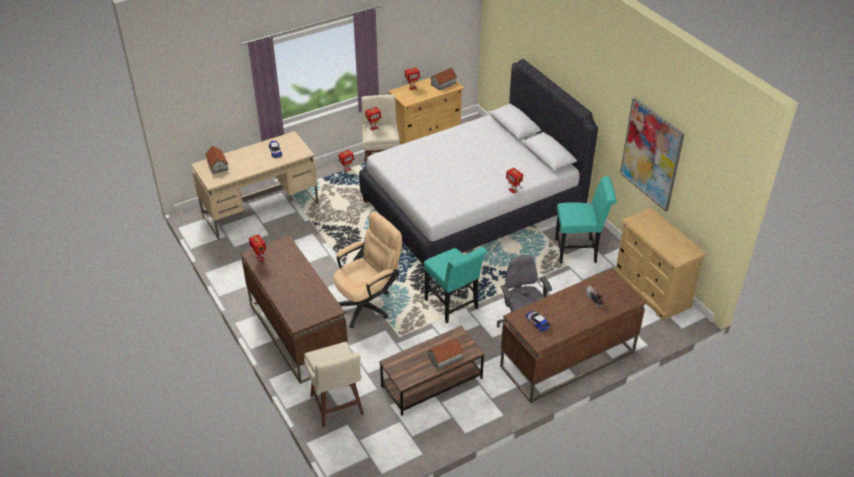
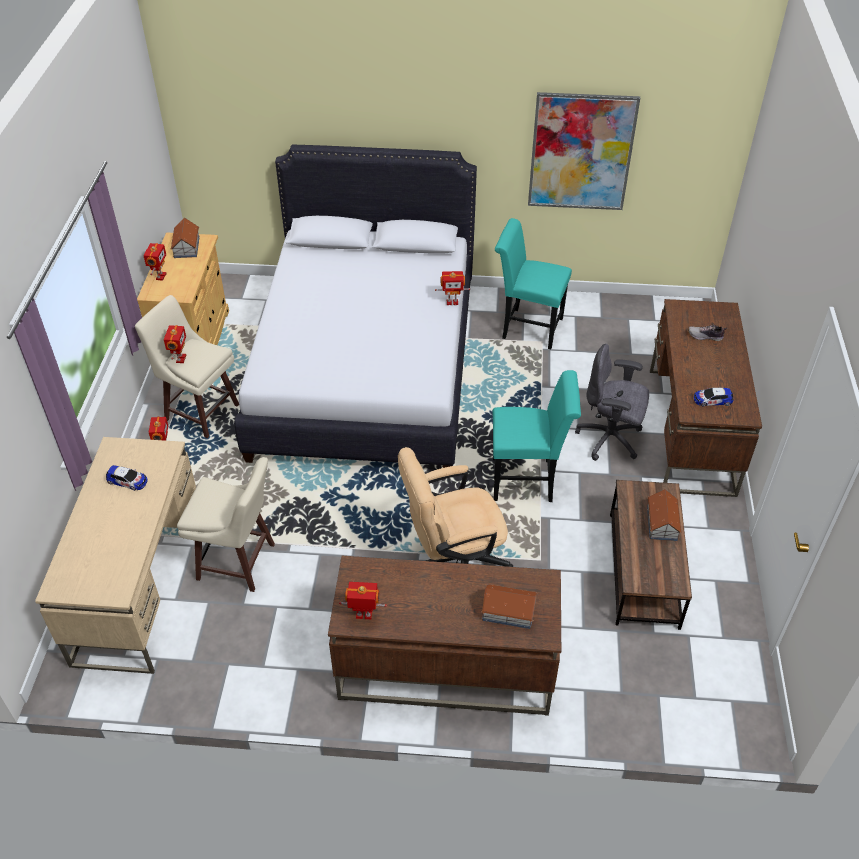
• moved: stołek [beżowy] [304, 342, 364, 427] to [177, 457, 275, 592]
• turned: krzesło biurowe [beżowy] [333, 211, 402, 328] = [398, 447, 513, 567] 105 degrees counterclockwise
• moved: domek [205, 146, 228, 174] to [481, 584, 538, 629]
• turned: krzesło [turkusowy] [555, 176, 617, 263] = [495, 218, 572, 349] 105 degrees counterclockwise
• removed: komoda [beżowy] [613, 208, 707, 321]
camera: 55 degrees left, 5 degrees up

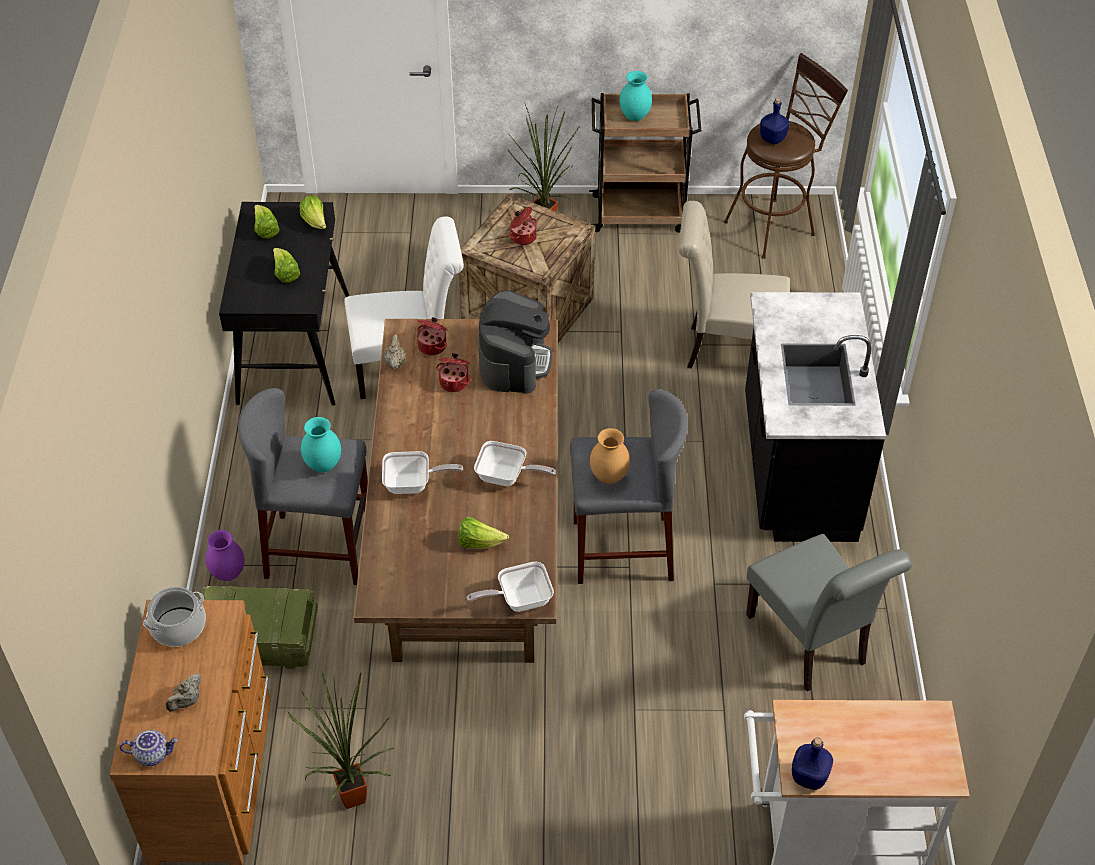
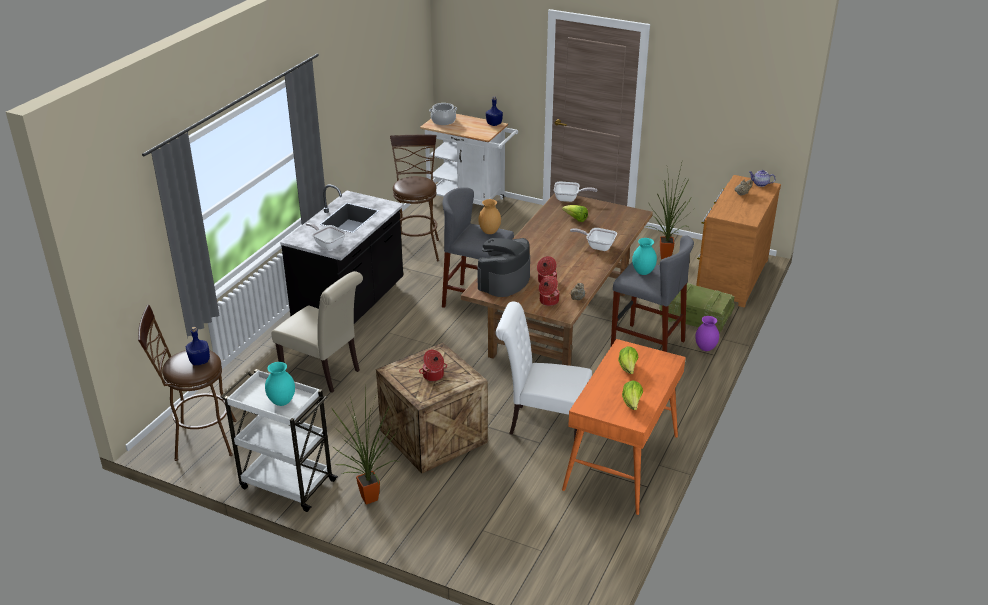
• recoloured: wózek [brązowy] [589, 93, 701, 233] to wózek [biały] [221, 369, 338, 512]
• moved: patelnia [474, 441, 556, 486] to [306, 222, 346, 250]
• replaced: krzesło [szary] [746, 534, 912, 691] to stołek [brązowy] [390, 135, 439, 262]
• moved: garnek [143, 587, 206, 647] to [429, 103, 457, 125]
• recoloured: biurko [czarny] [219, 202, 349, 406] to biurko [pomarańczowy] [562, 339, 686, 515]
• removed: sałata [299, 195, 326, 229]
camera: 155 degrees left, 15 degrees down

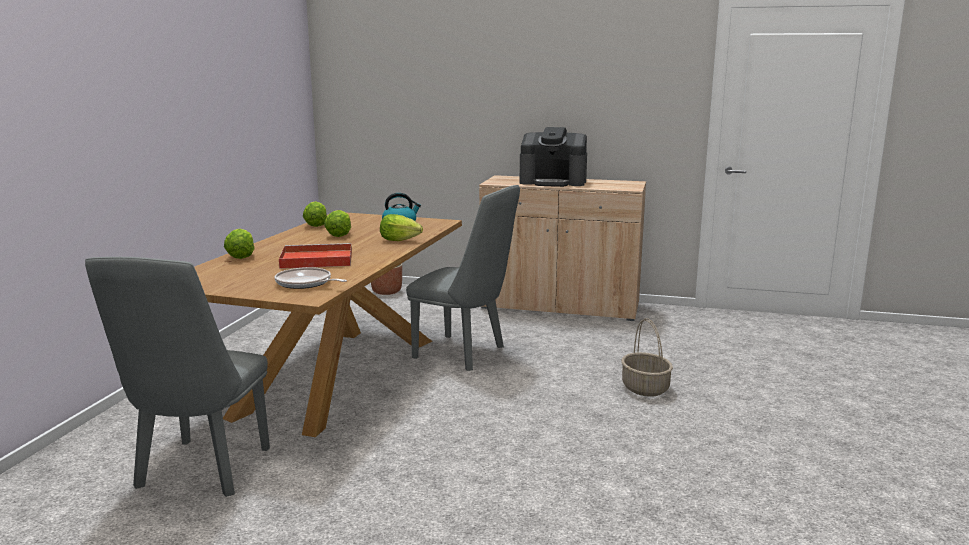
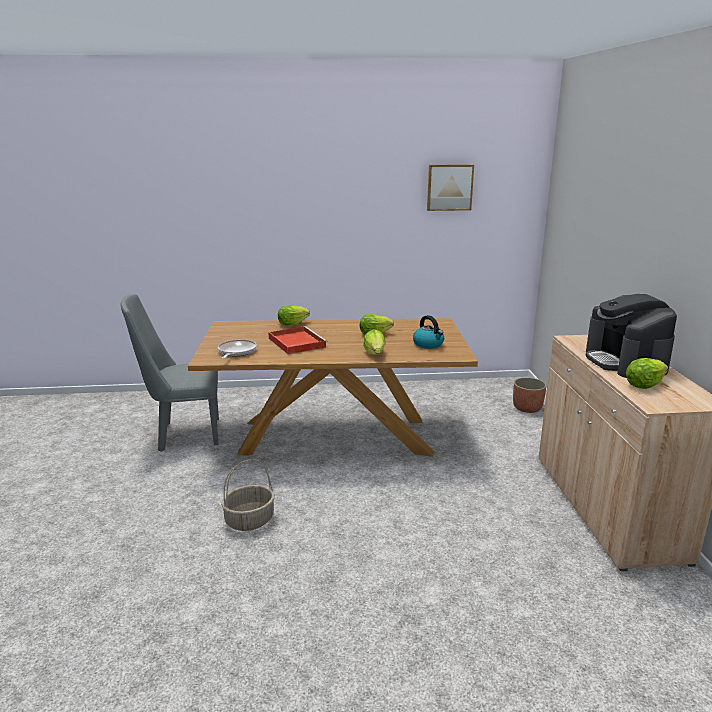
• moved: koszyk [621, 318, 673, 397] to [221, 459, 275, 531]
• added: obraz [427, 164, 474, 211]
• moved: sałata [303, 201, 327, 227] to [626, 358, 668, 389]
• removed: krzesło [szary] [406, 185, 520, 371]
camera: 70 degrees right, 5 degrees up

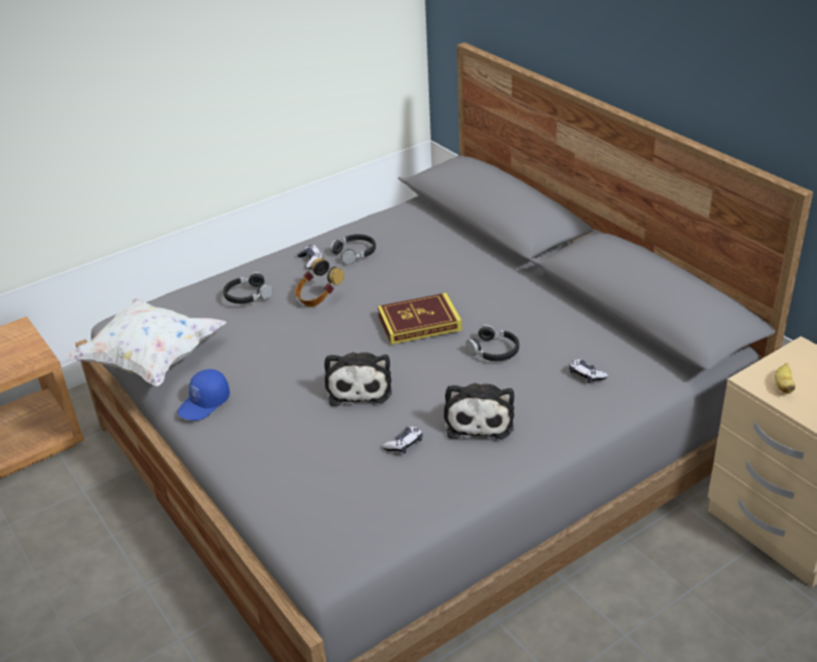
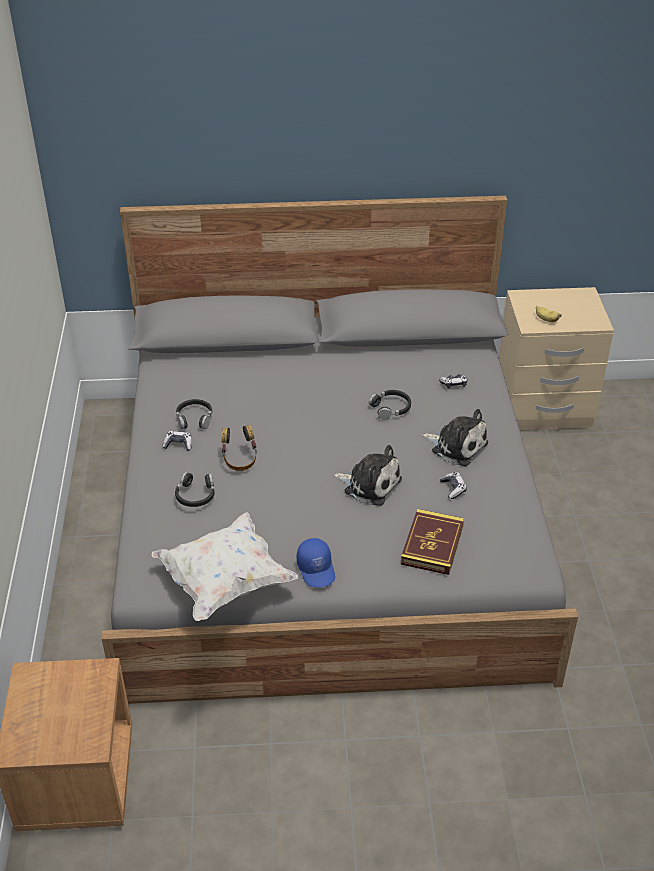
• moved: książka [378, 293, 462, 345] to [401, 509, 464, 575]
camera: 60 degrees left, 5 degrees up

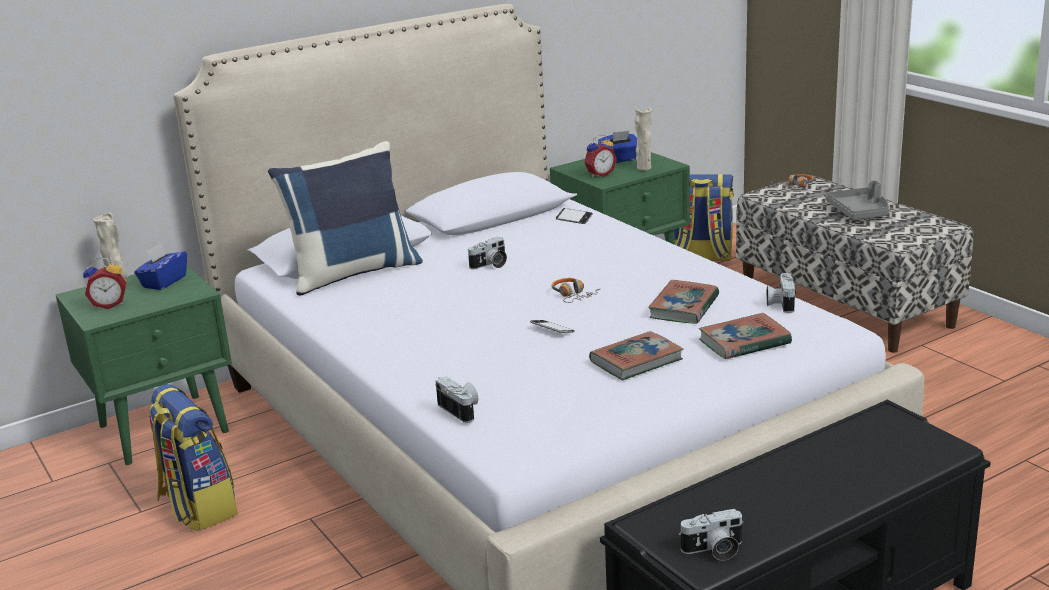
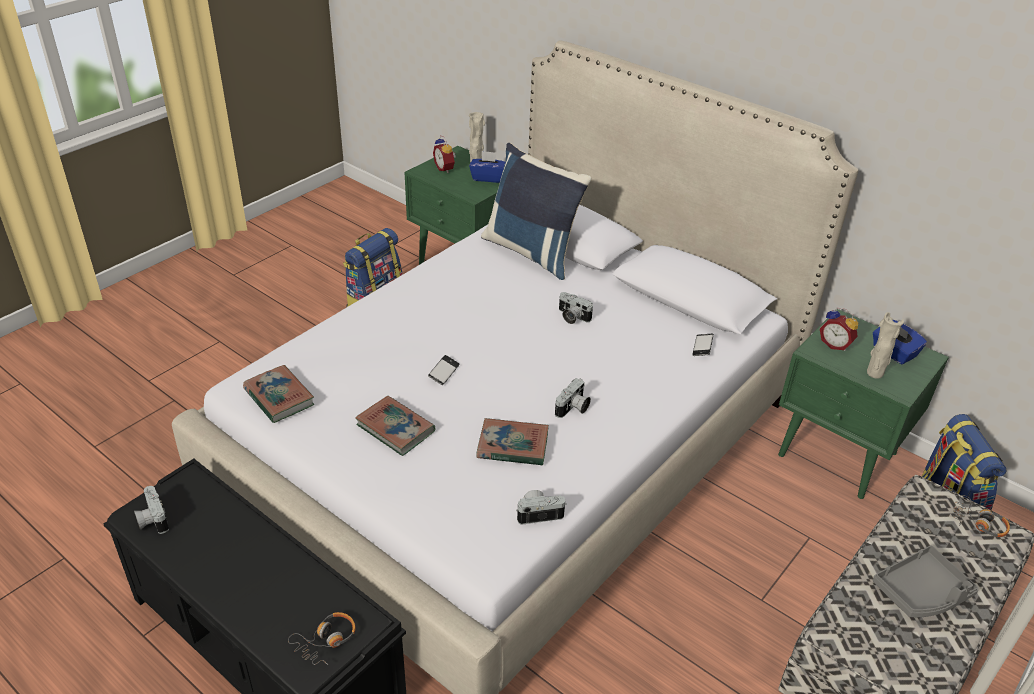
• moved: książka [699, 313, 792, 359] to [243, 365, 314, 423]
• moved: słuchawki [552, 278, 600, 303] to [288, 612, 356, 665]
• moved: aparat fotograficzny [436, 376, 478, 423] to [555, 378, 591, 418]
camera: 70 degrees right, 15 degrees up

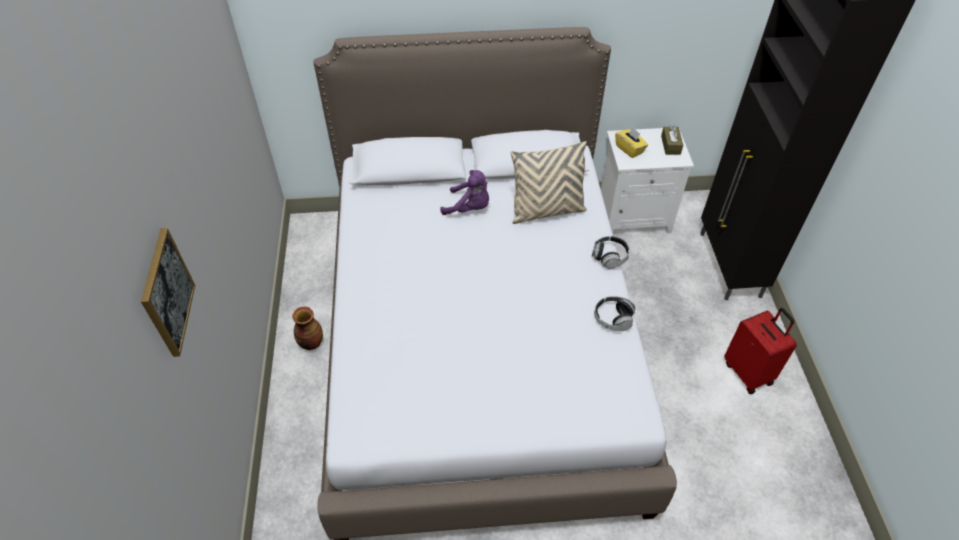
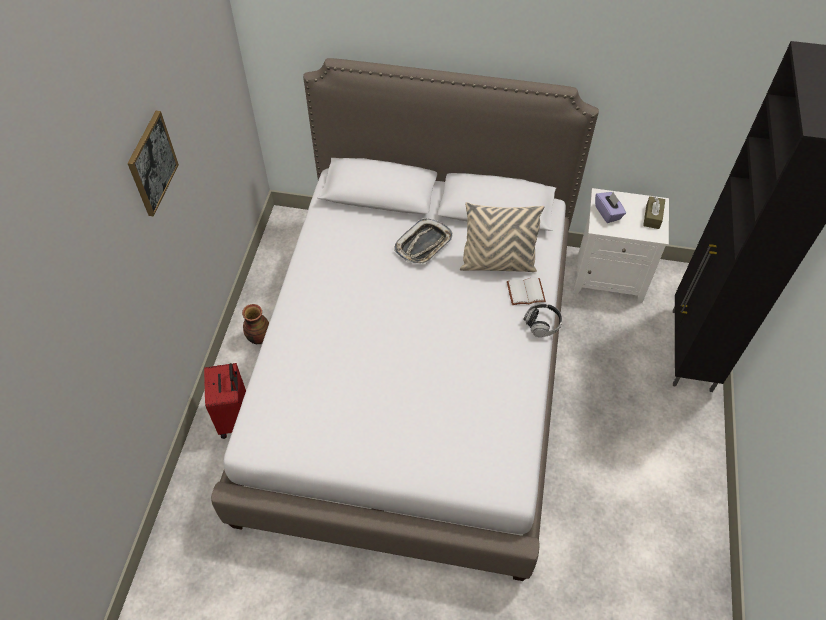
• moved: obraz [141, 228, 195, 357] to [127, 111, 179, 216]
• moved: walizka [czerwony] [724, 308, 797, 394] to [204, 363, 246, 439]
• replaced: pluszak [fioletowy] [440, 170, 489, 215] to taca [394, 219, 452, 264]
• added: książka [biały] [507, 277, 546, 305]
• recoloured: pudełko chusteczek [żółty] [615, 127, 648, 158] to pudełko chusteczek [fioletowy] [595, 192, 626, 223]
• removed: słuchawki [594, 296, 635, 331]
camera: 15 degrees right, 5 degrees up

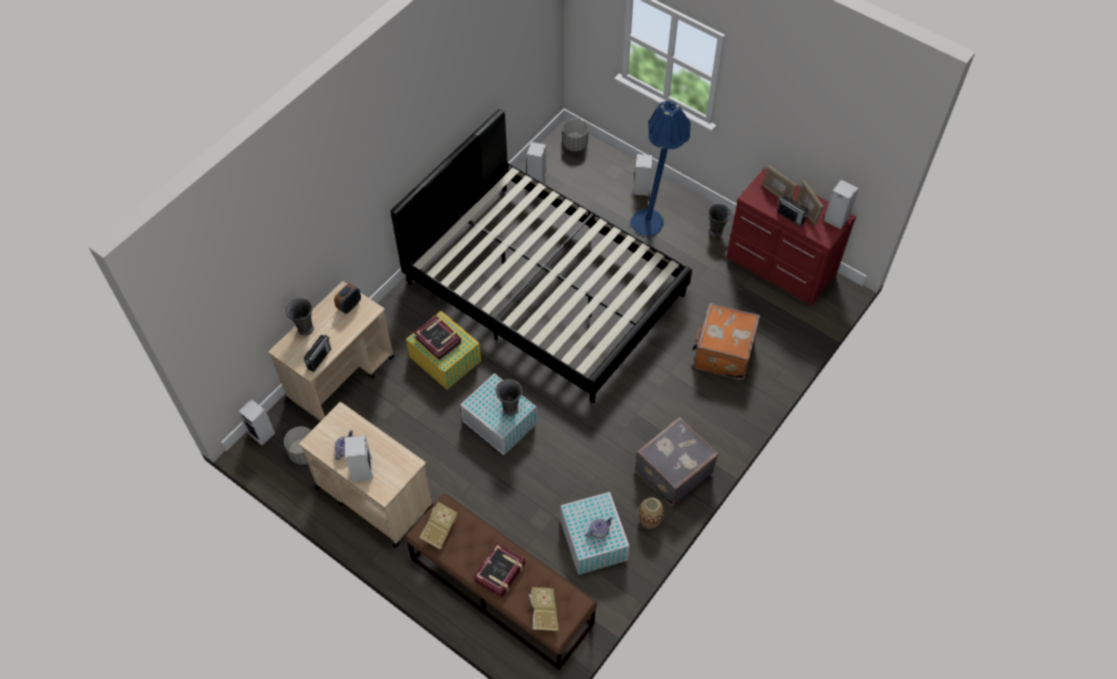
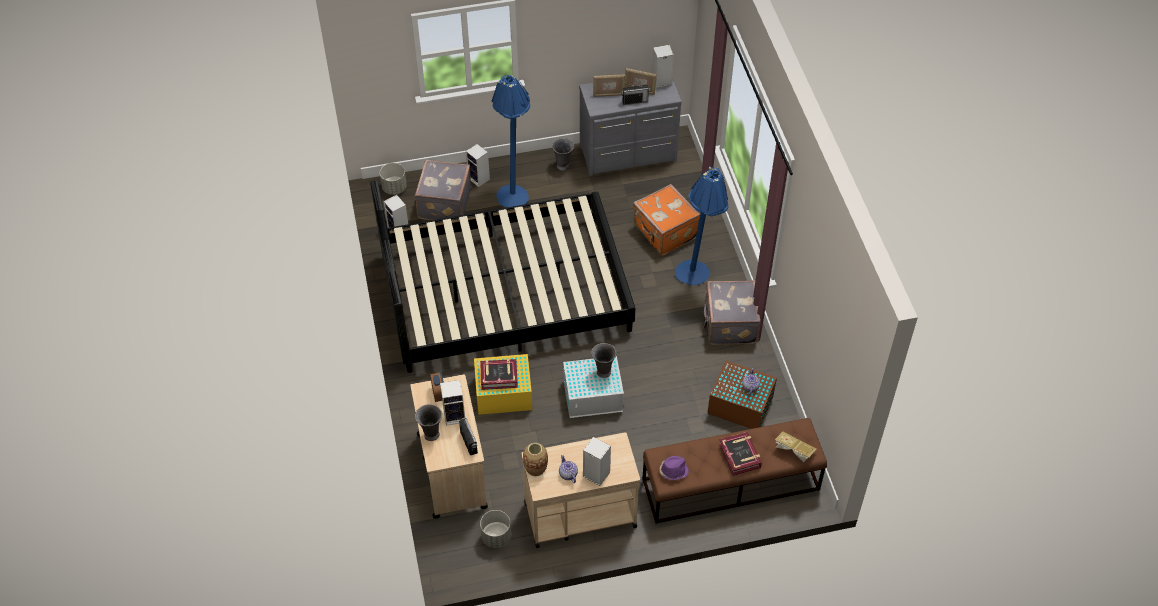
• added: walizka [szary] [415, 160, 471, 220]
• moved: głośnik [238, 399, 275, 445] to [440, 380, 465, 426]
• moved: wazon [639, 497, 664, 529] to [523, 443, 548, 477]
• recoloured: komoda [czerwony] [726, 168, 856, 306] to komoda [szary] [579, 78, 682, 176]
• replaced: książka [419, 502, 458, 550] to kapelusz [fioletowy] [660, 456, 689, 480]
• added: lampa stojąca [niebieski] [675, 167, 728, 285]
• recoloured: pojemnik do przechowywania [biały] [560, 492, 630, 575] to pojemnik do przechowywania [brązowy] [707, 360, 777, 429]
camera: 50 degrees left, 5 degrees down

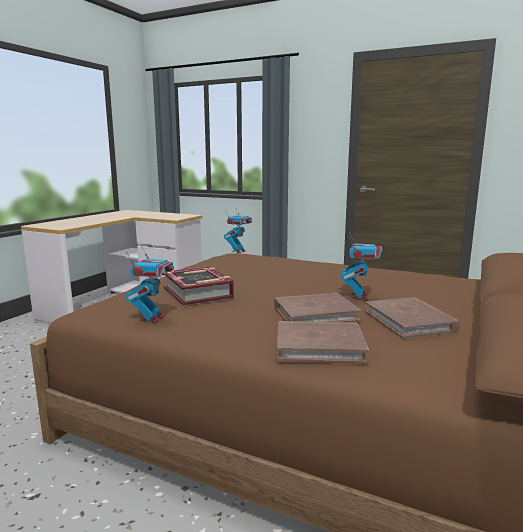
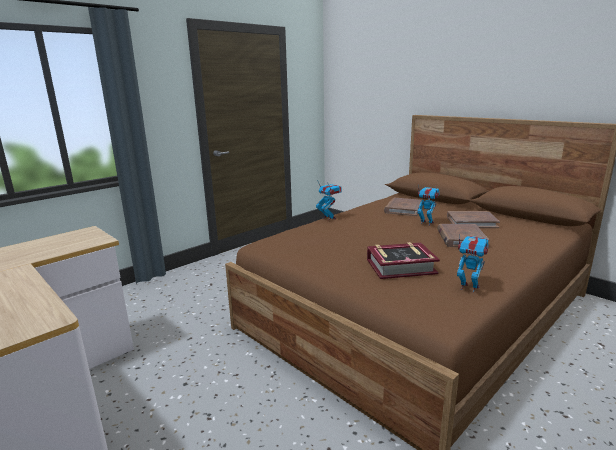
• moved: robot zabawkowy [224, 207, 252, 253] to [316, 180, 342, 220]
• moved: książka [brązowy] [277, 321, 369, 364] to [384, 198, 422, 216]
camera: 70 degrees left, 5 degrees up

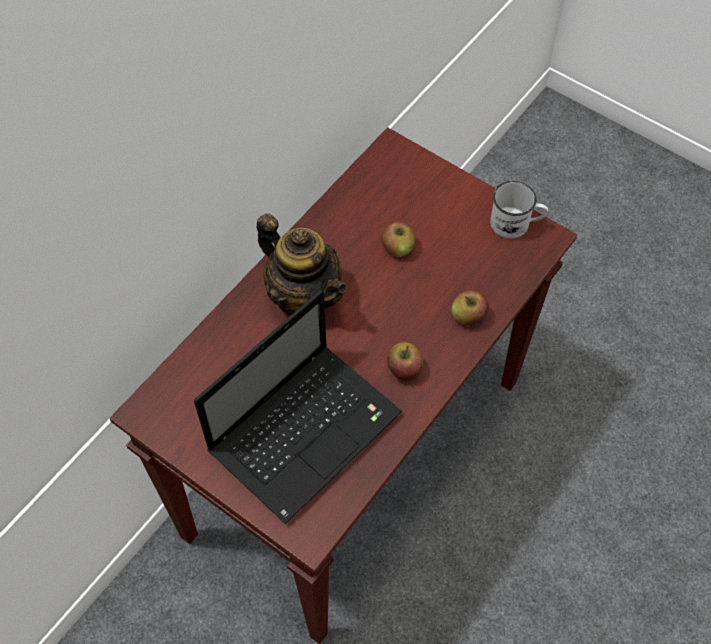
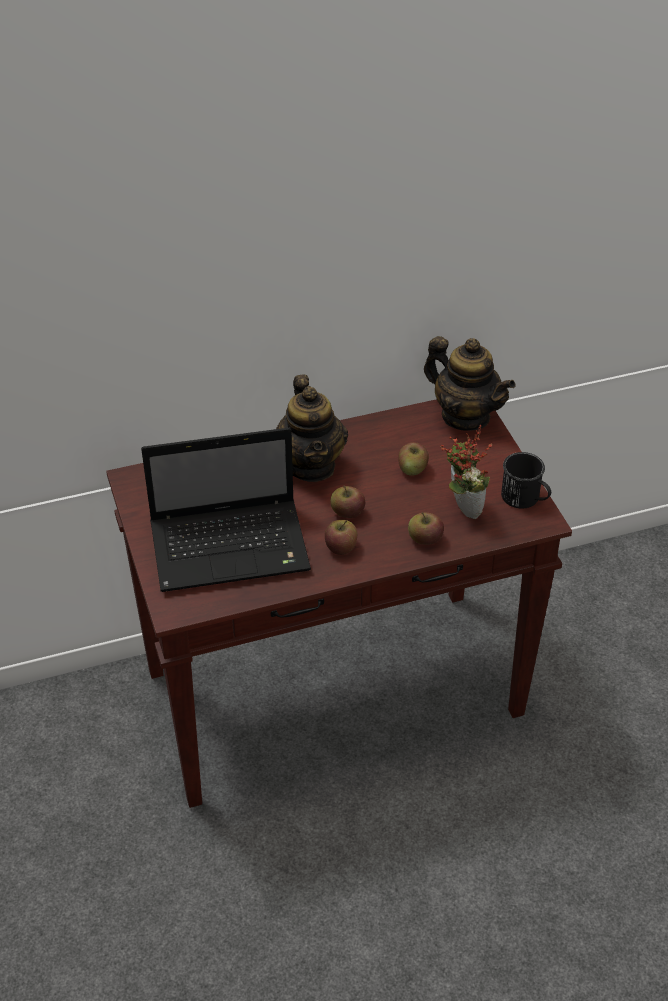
• added: jabłko [330, 485, 365, 518]
• added: imbryk [424, 336, 515, 431]
• added: roślina doniczkowa [440, 425, 493, 519]
• recoloured: kubek [biały] [490, 181, 548, 239] to kubek [czarny] [501, 452, 551, 509]
camera: 35 degrees right, 15 degrees down

